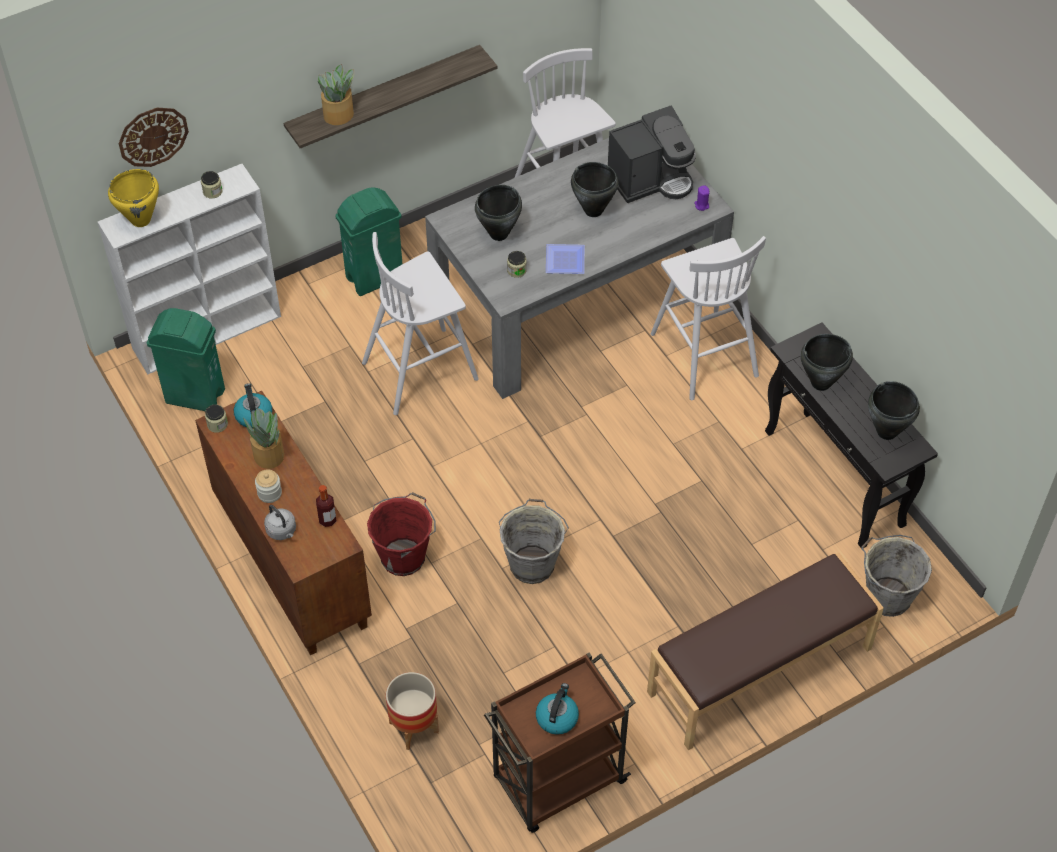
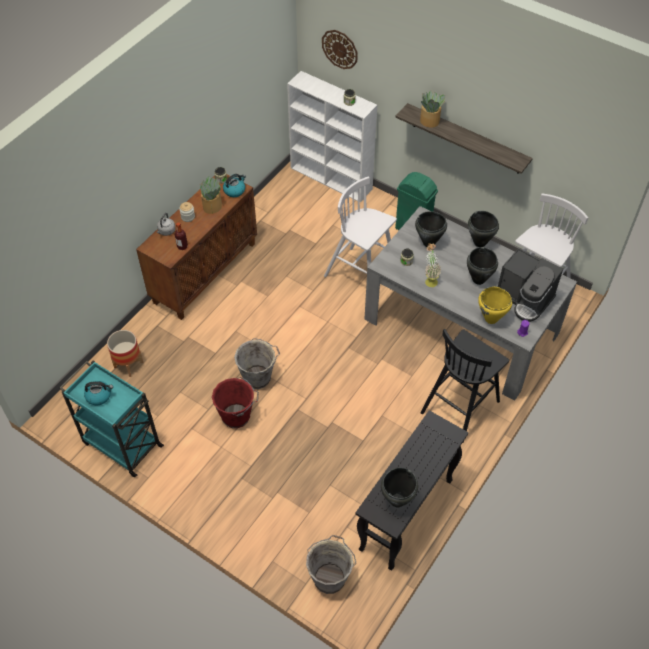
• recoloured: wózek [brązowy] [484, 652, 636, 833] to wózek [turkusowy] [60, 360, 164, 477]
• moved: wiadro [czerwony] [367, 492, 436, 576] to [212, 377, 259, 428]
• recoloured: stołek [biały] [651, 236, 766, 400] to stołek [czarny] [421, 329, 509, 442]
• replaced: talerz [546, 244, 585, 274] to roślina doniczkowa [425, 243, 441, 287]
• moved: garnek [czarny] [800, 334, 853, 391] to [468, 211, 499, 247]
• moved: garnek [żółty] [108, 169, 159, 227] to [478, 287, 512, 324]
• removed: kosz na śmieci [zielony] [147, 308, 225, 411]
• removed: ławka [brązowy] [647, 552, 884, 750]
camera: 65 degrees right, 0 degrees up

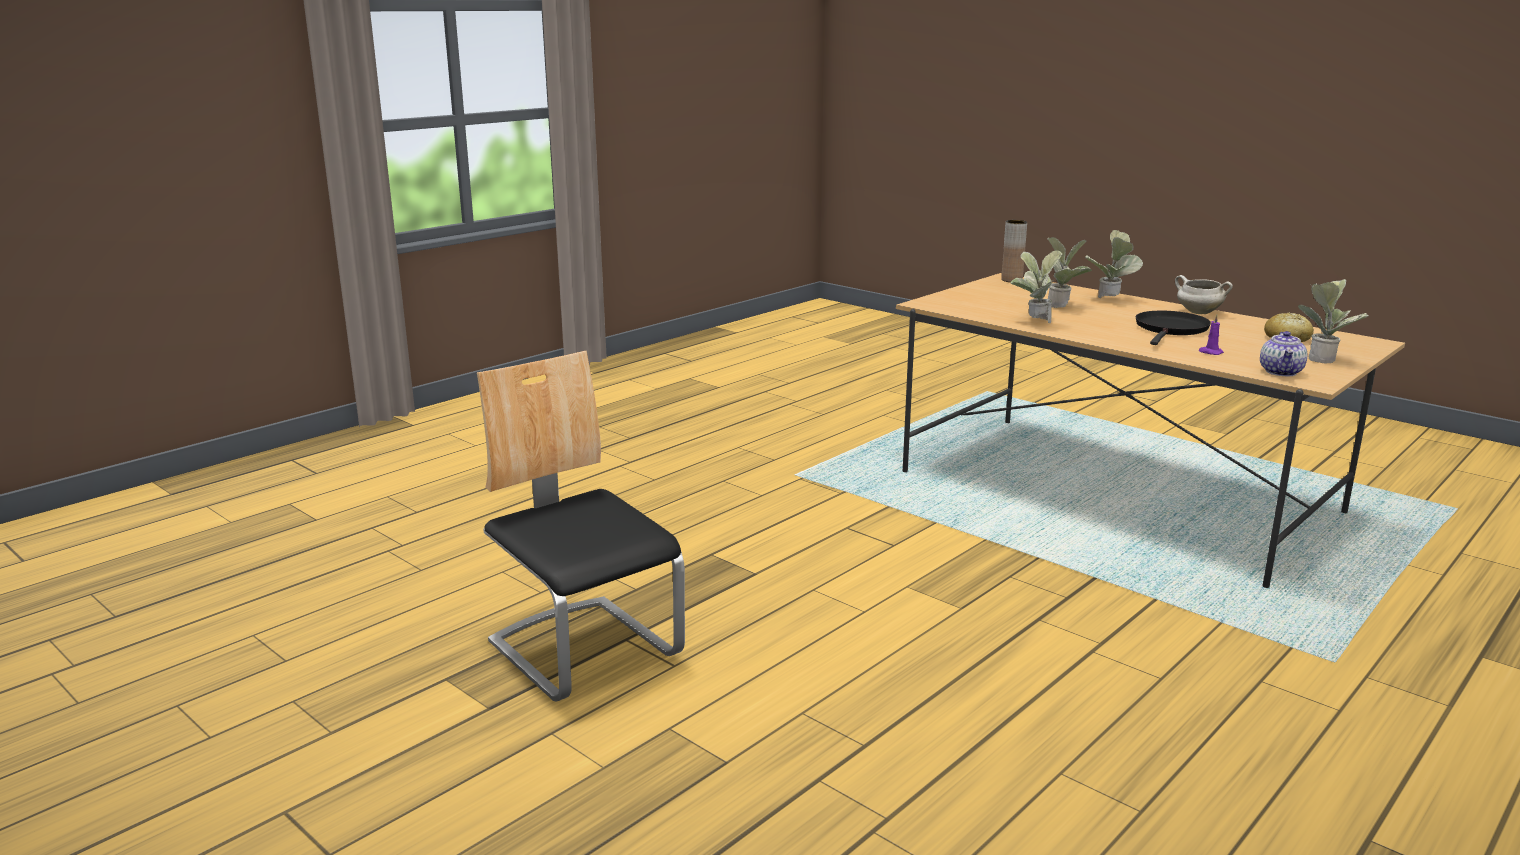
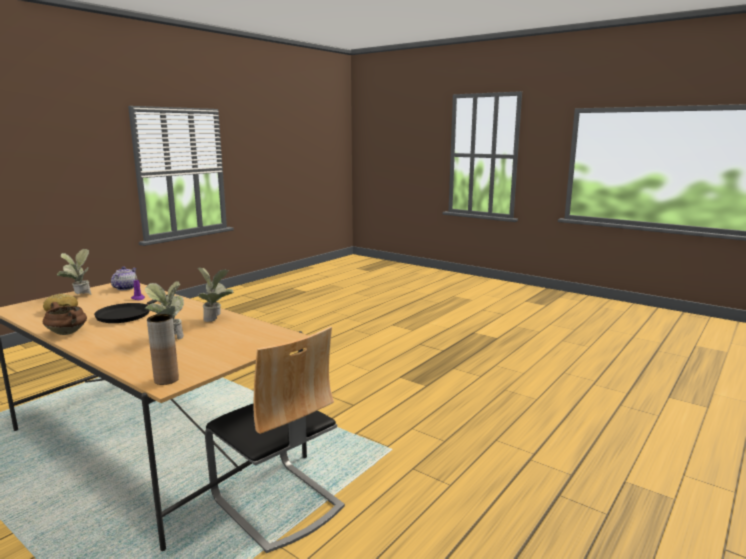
• recoloured: garnek [biały] [1175, 275, 1233, 314] to garnek [brązowy] [43, 302, 87, 335]
• moved: krzesło [477, 351, 685, 702] to [205, 326, 345, 553]
• removed: roślina doniczkowa [1085, 230, 1143, 298]
camera: 175 degrees right, 5 degrees down

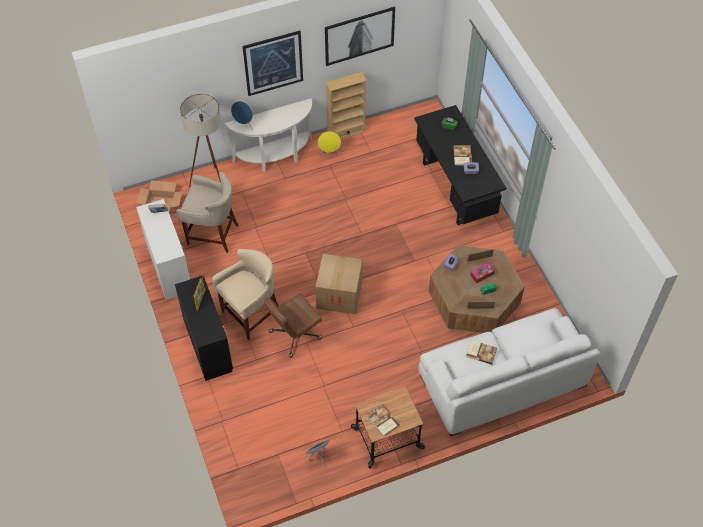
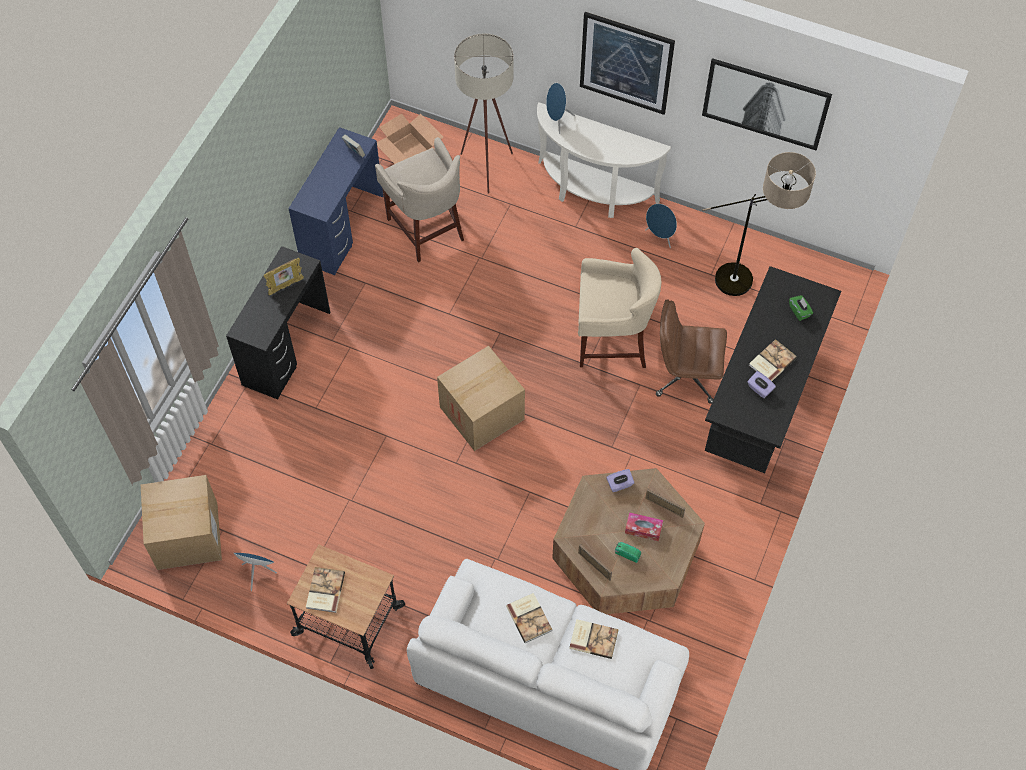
• added: karton [141, 475, 222, 570]
• recoloured: biurko [biały] [136, 199, 190, 300] to biurko [niebieski] [288, 127, 383, 275]
• added: książka [569, 619, 619, 659]
• moved: stołek [beżowy] [212, 249, 279, 340] to [578, 248, 661, 368]
• recoloured: głośnik [żółty] [318, 131, 341, 155] to głośnik [niebieski] [645, 204, 677, 248]
• moved: krzesło biurowe [brązowy] [264, 293, 322, 358] to [656, 300, 727, 404]
• added: lampa stojąca [702, 152, 816, 296]
• removed: regał [beżowy] [325, 72, 367, 139]
camera: 45 degrees right, 5 degrees up

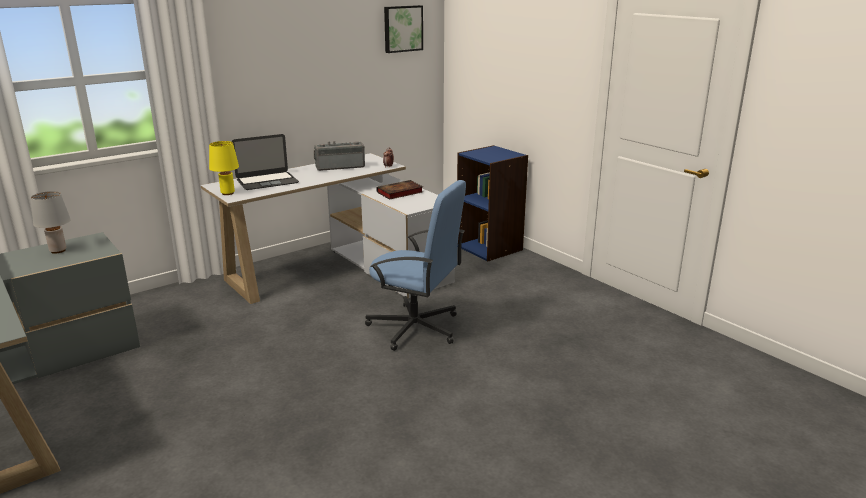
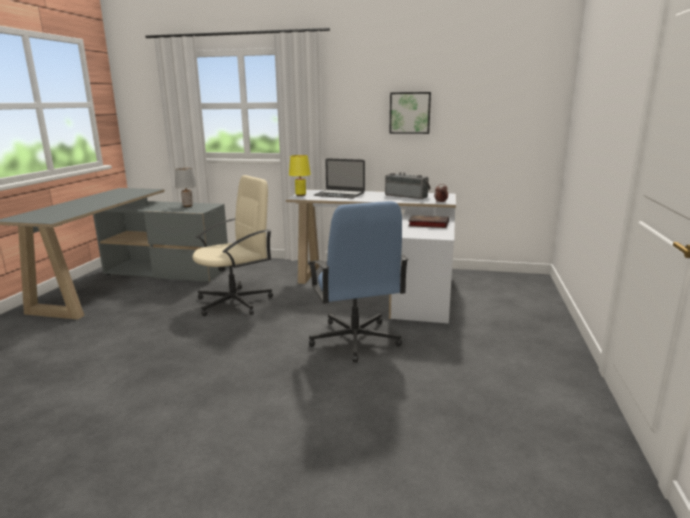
• added: krzesło biurowe [beżowy] [192, 175, 273, 316]
• moved: obraz [384, 5, 423, 53] to [389, 92, 431, 134]
• removed: regał [niebieski] [457, 145, 528, 262]
camera: 50 degrees right, 5 degrees down

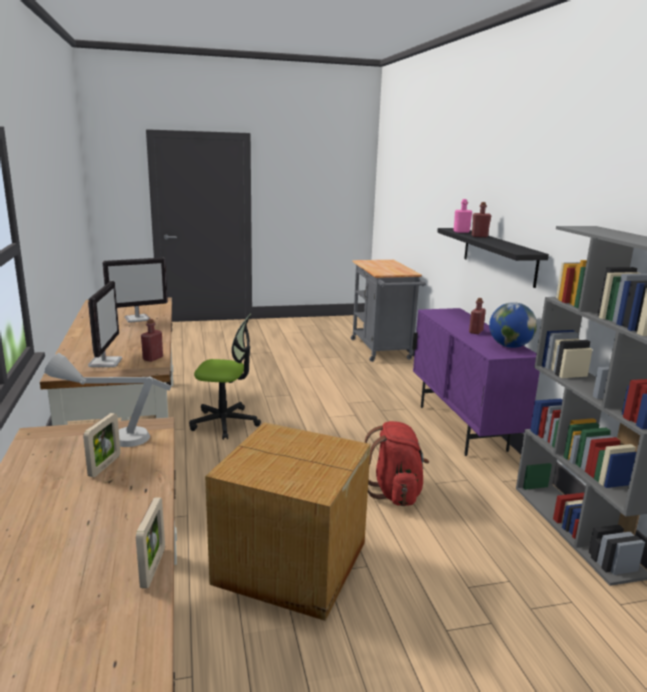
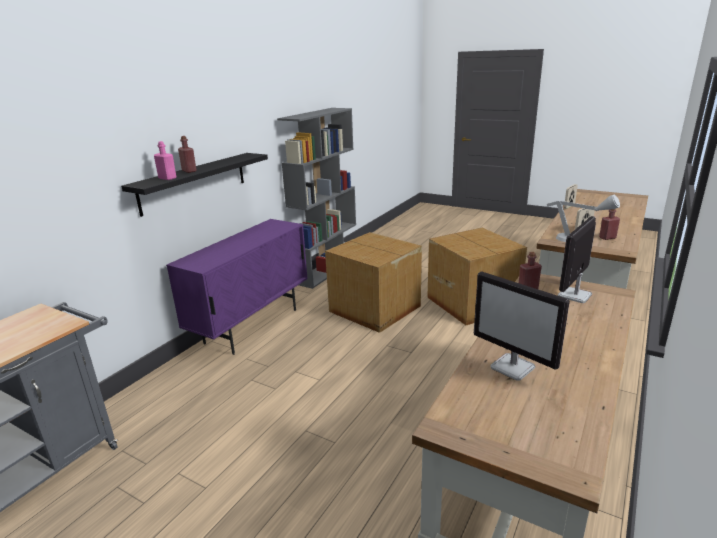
• replaced: plecak [czerwony] [365, 421, 429, 506] to karton [325, 232, 422, 333]
• turned: monitor [102, 258, 168, 323] = [474, 271, 570, 380] 150 degrees counterclockwise
• moved: butelka [czerwony] [469, 298, 486, 334] to [599, 209, 620, 240]
• removed: krzesło biurowe [189, 313, 261, 440]
• removed: globus [489, 302, 537, 348]
camera: 135 degrees left, 5 degrees up

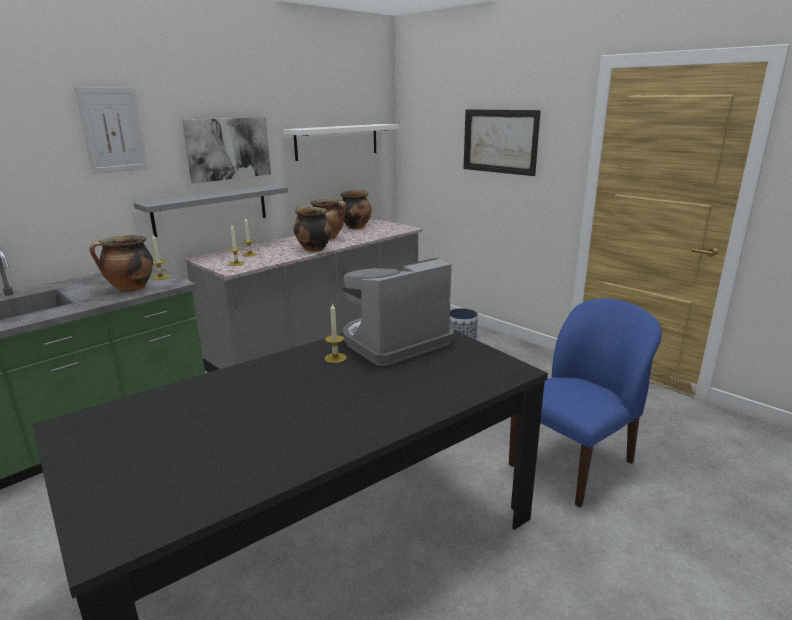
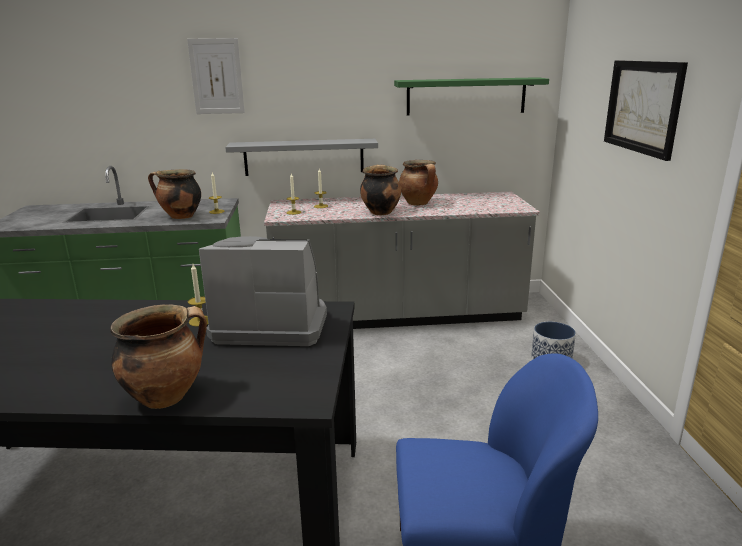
• moved: garnek [340, 190, 372, 229] to [110, 304, 207, 409]
• recoloured: półka [biały] [283, 124, 399, 161] to półka [zielony] [394, 77, 549, 115]
• removed: obraz [182, 117, 271, 183]
camera: 40 degrees right, 0 degrees up

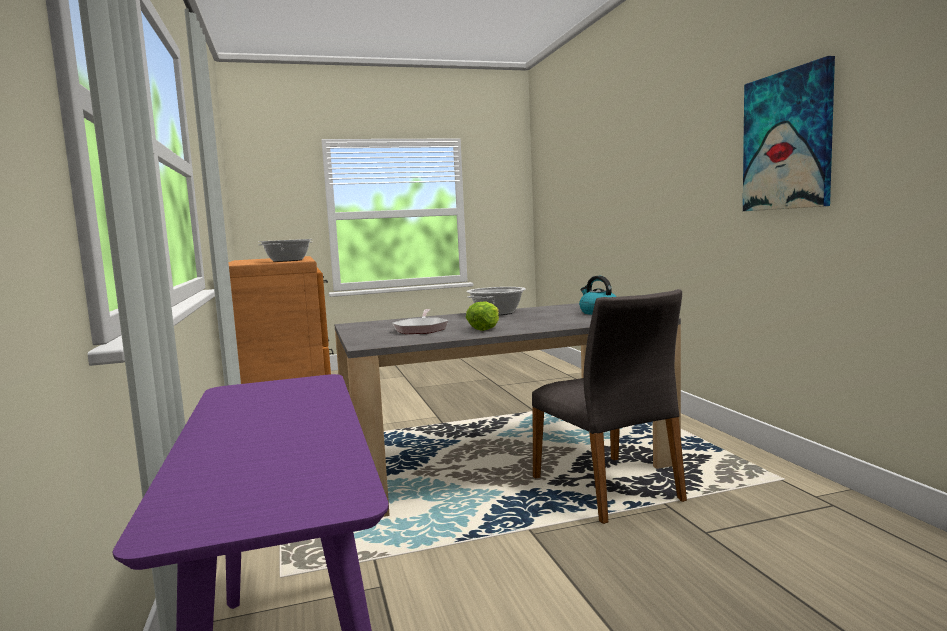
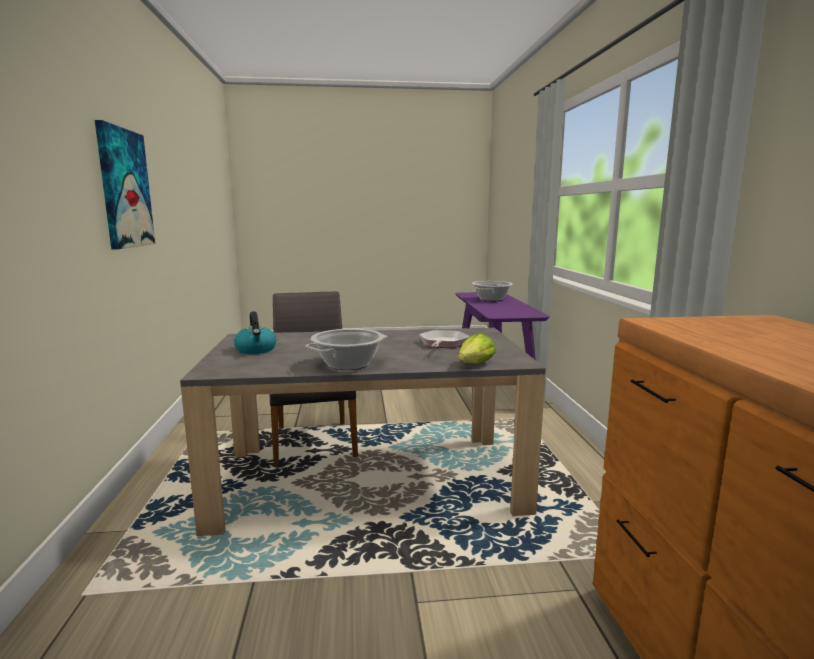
• moved: sałata [466, 302, 499, 331] to [458, 333, 496, 363]
• moved: garnek [258, 239, 313, 262] to [472, 281, 513, 301]
camera: 170 degrees left, 5 degrees up

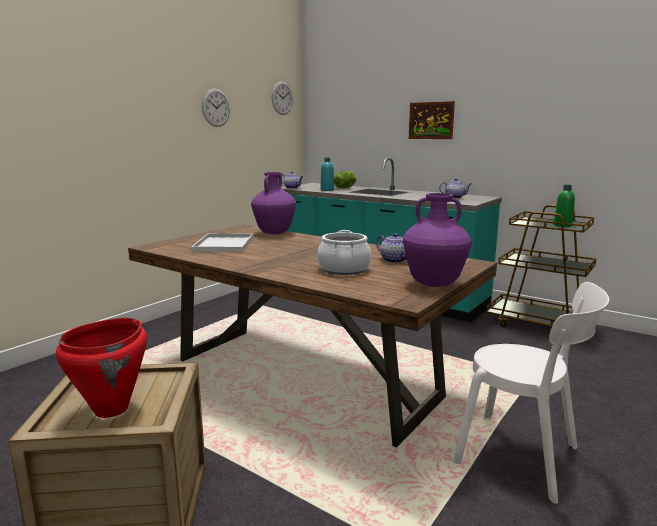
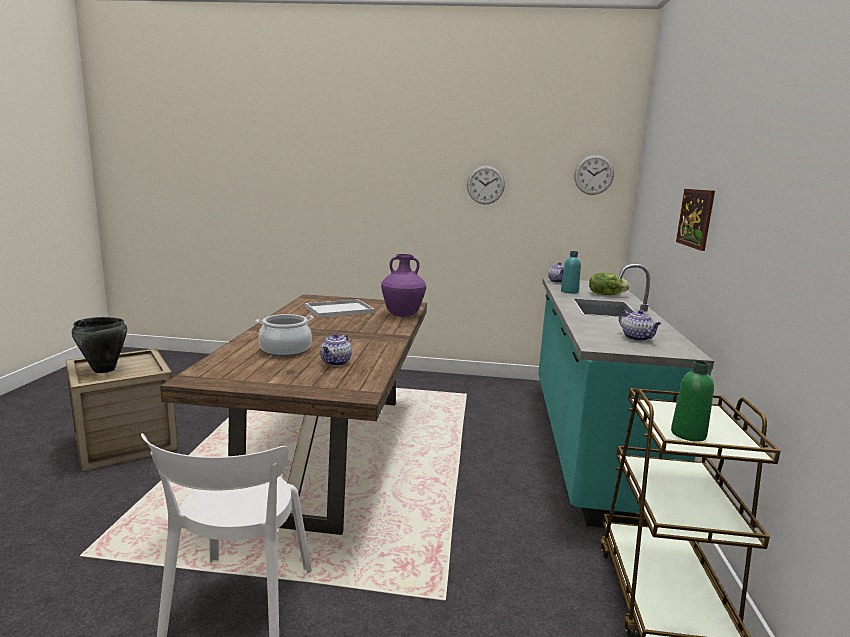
• recoloured: garnek [czerwony] [56, 318, 147, 418] to garnek [czarny] [72, 317, 127, 373]
• removed: wazon [fioletowy] [403, 193, 472, 287]
camera: 60 degrees right, 0 degrees up

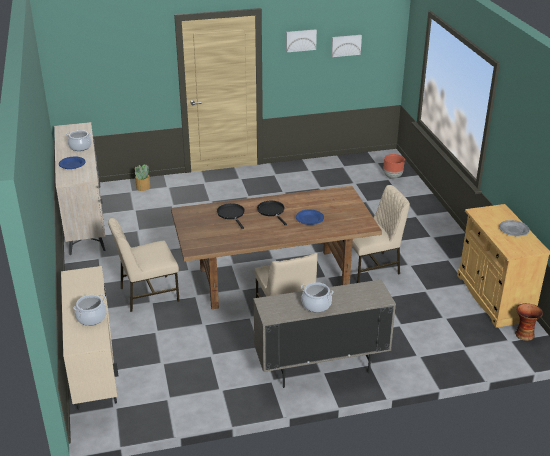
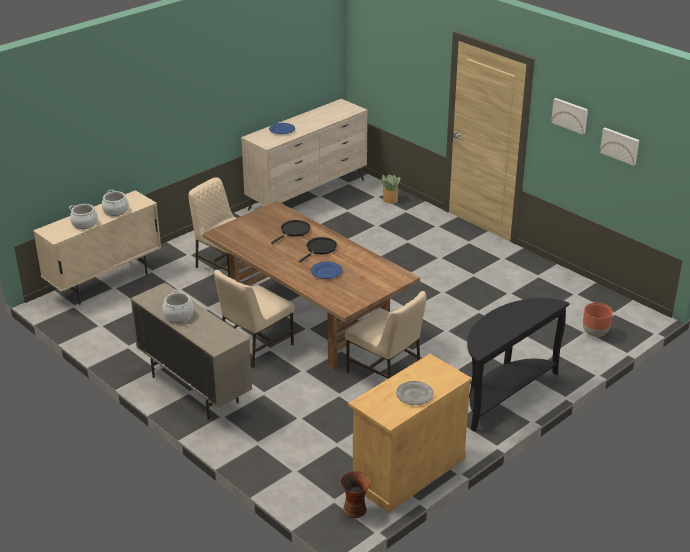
• moved: garnek [66, 130, 91, 151] to [102, 190, 129, 216]
• added: stolik konsolowy [czarny] [467, 298, 570, 432]
camera: 60 degrees right, 0 degrees up

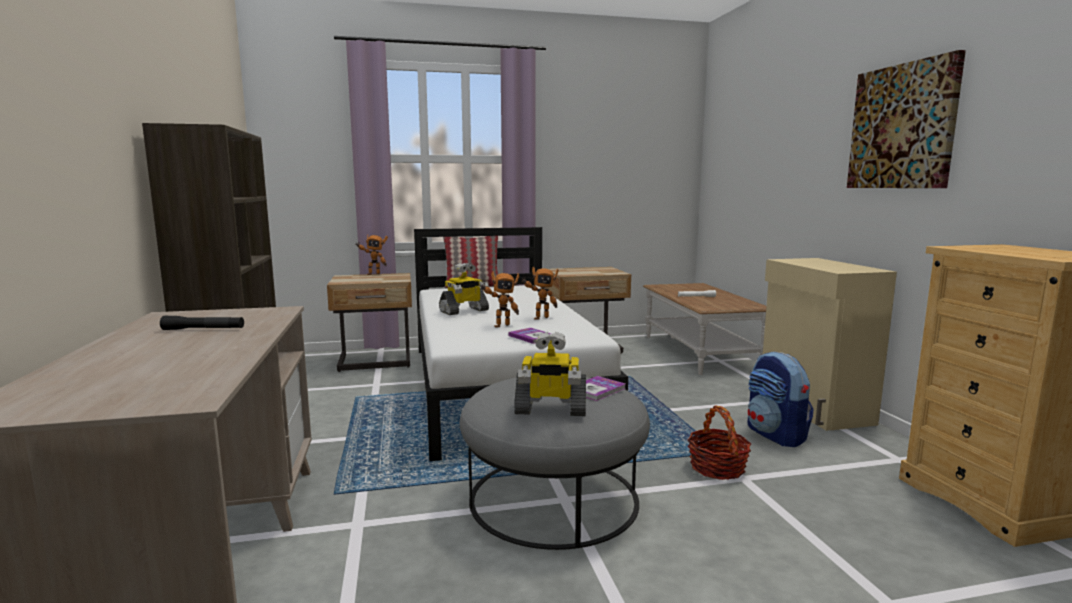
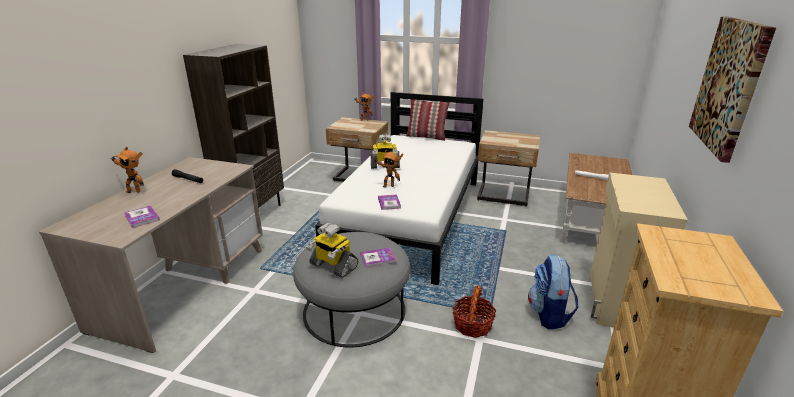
• moved: robot zabawkowy [521, 267, 559, 320] to [111, 147, 144, 193]
• added: książka [124, 206, 160, 228]
camera: 30 degrees right, 15 degrees up

